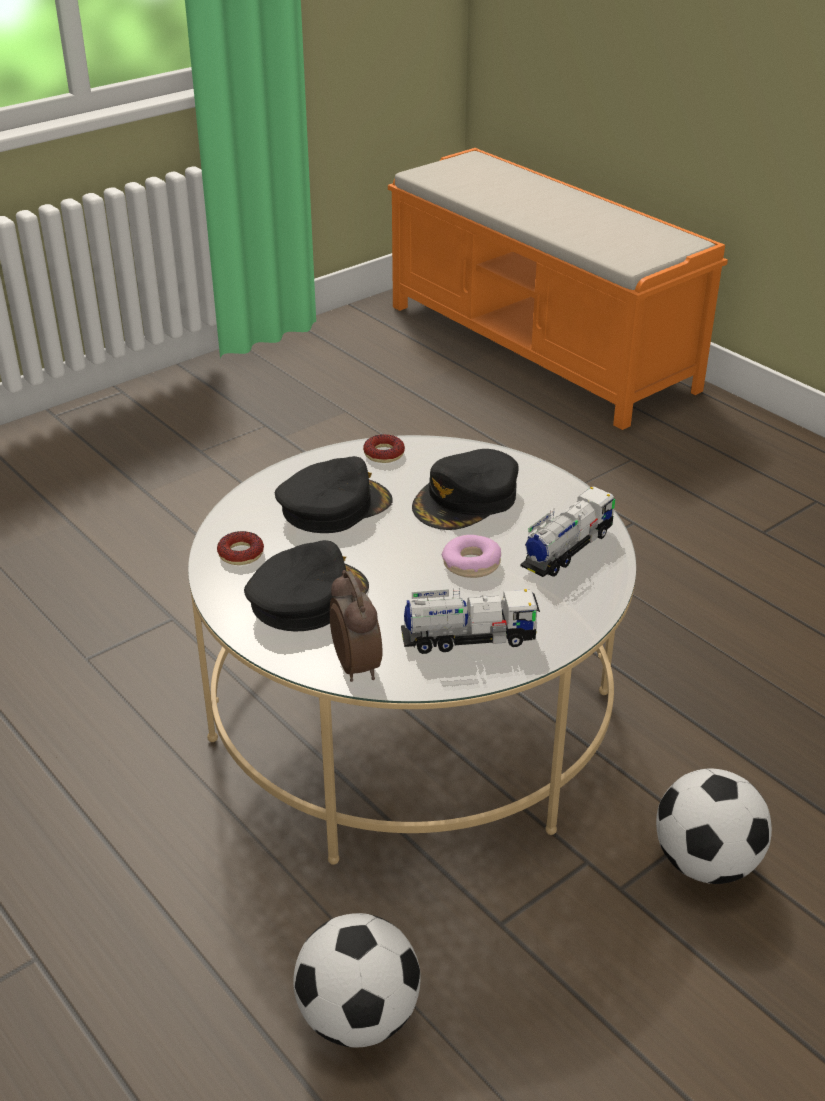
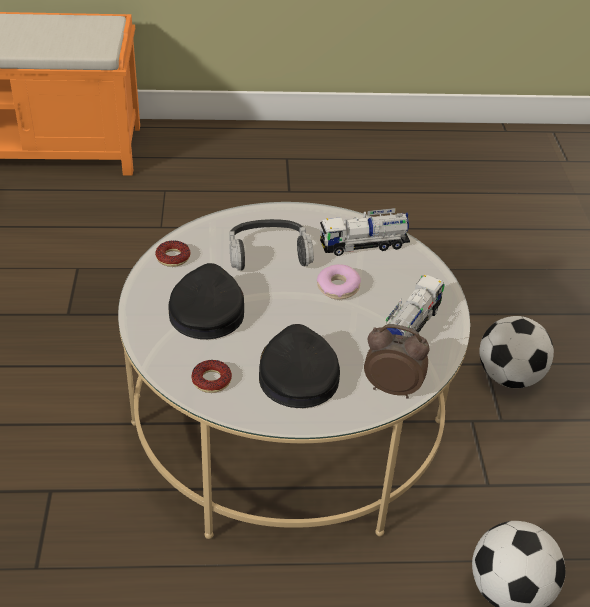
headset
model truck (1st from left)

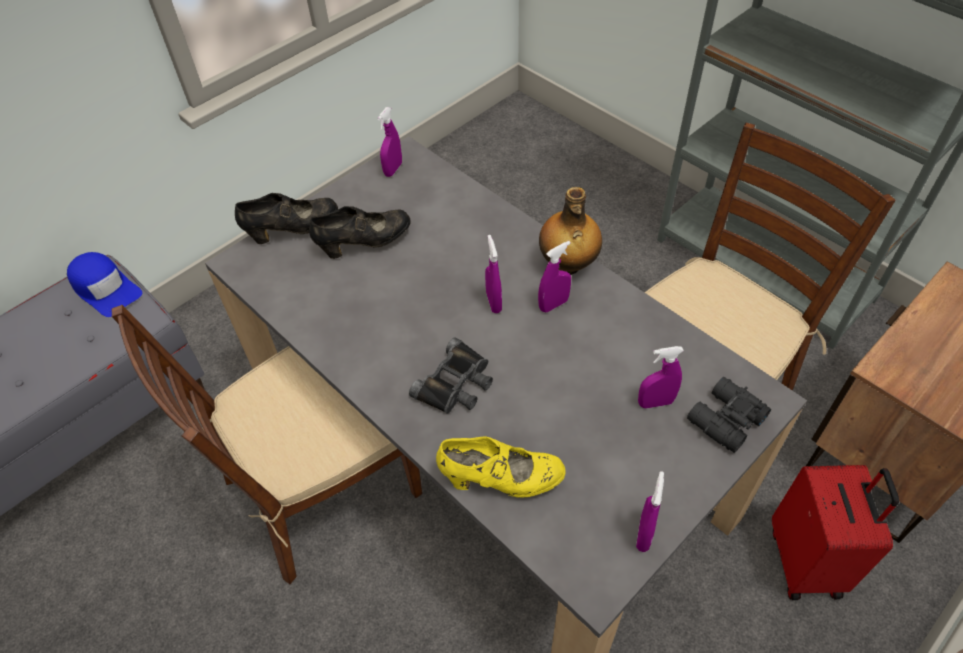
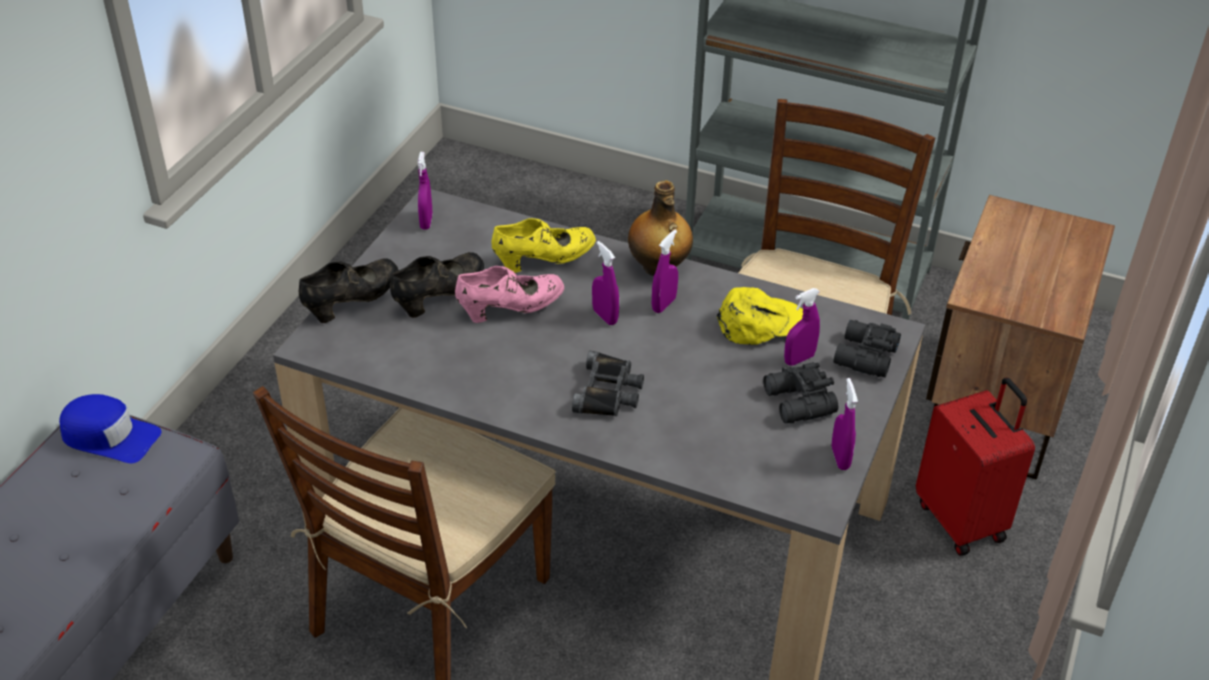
shoe (yellowish)
shoe (pink)
baseball cap (yellowish)
pair of binoculars (blackish) (2nd from left)

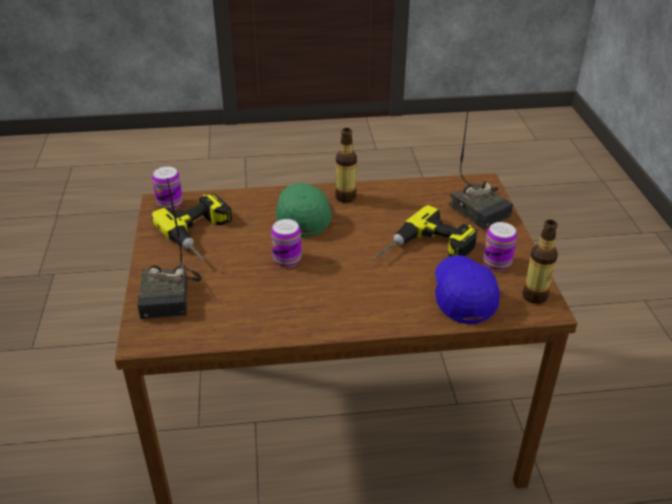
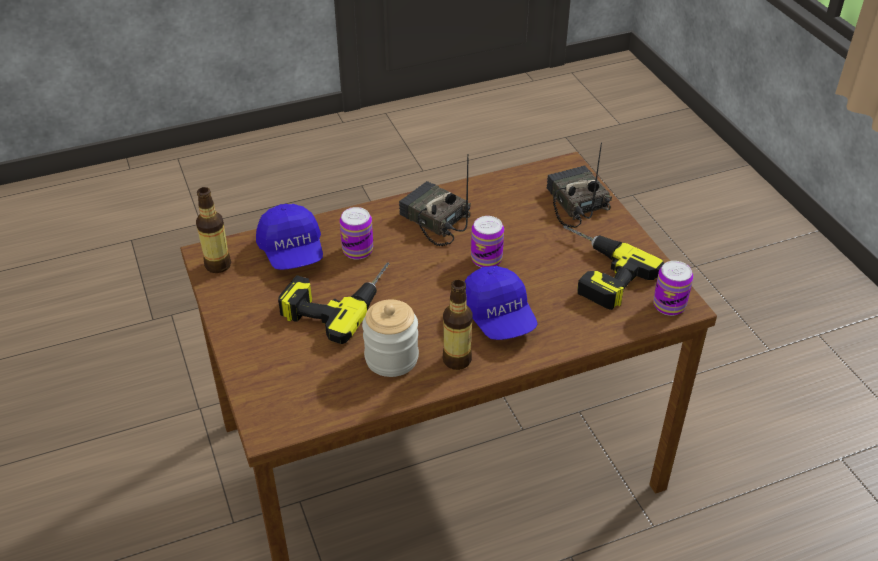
baseball cap (blue-coloured) (2nd from left)
radio set (1st from left)
sealed can (1st from left)
jar

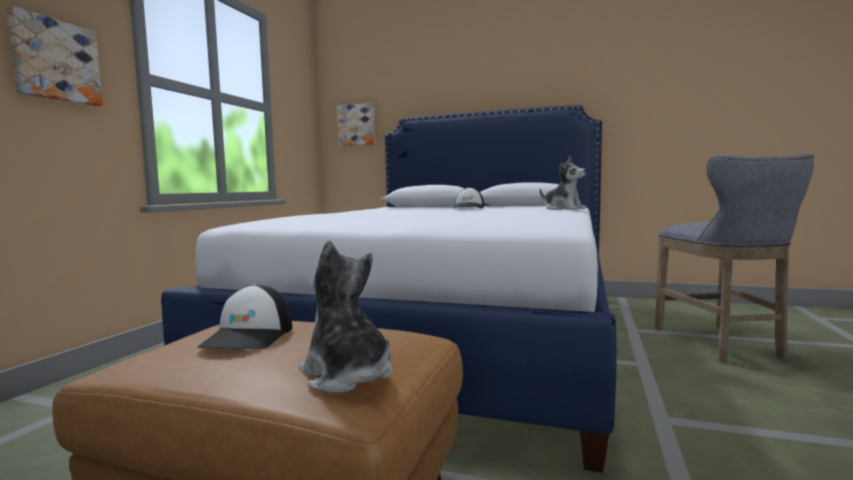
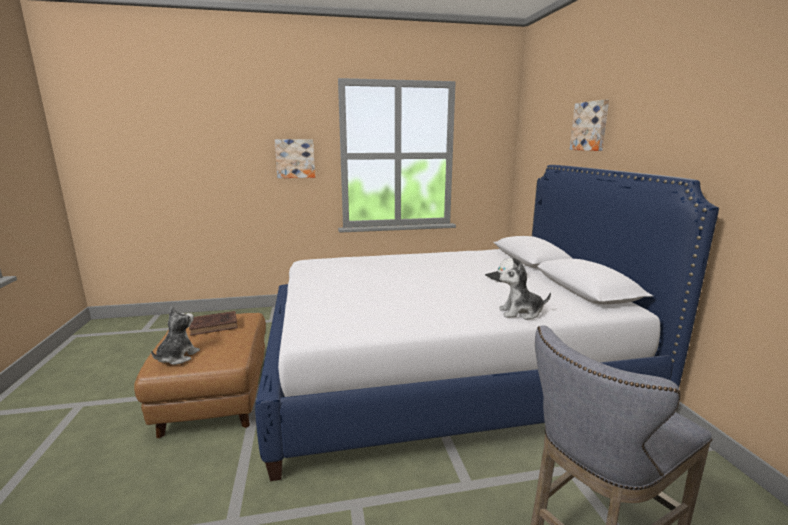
book (brown-coloured)
wall picture (2nd from left)
plush toy (2nd from left)

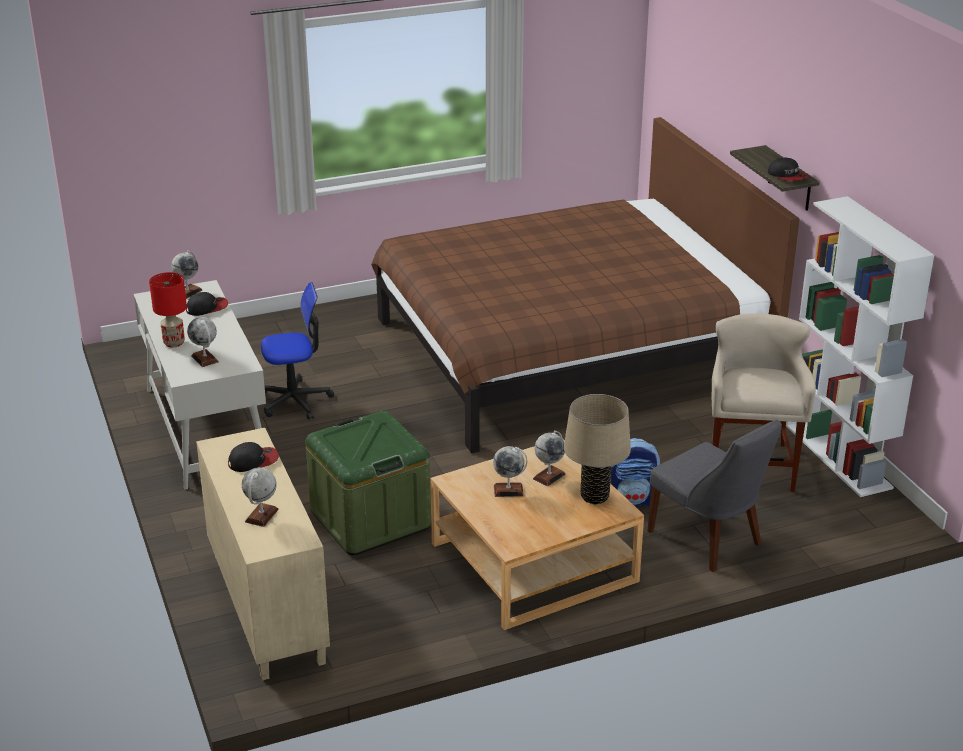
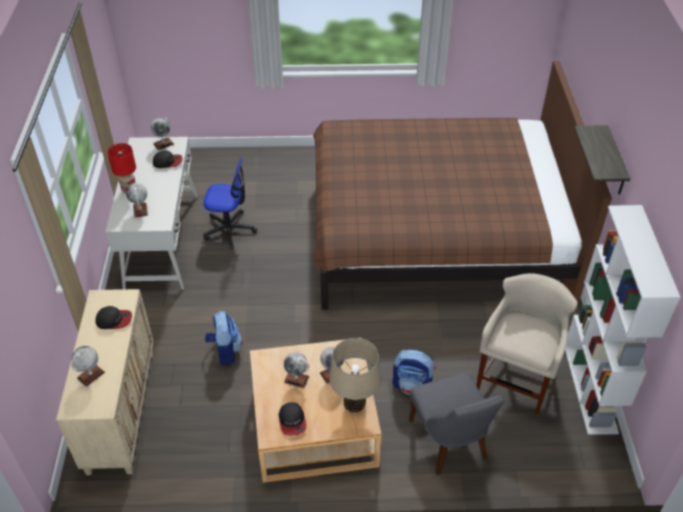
rucksack (1st from left)
baseball cap (3rd from left)

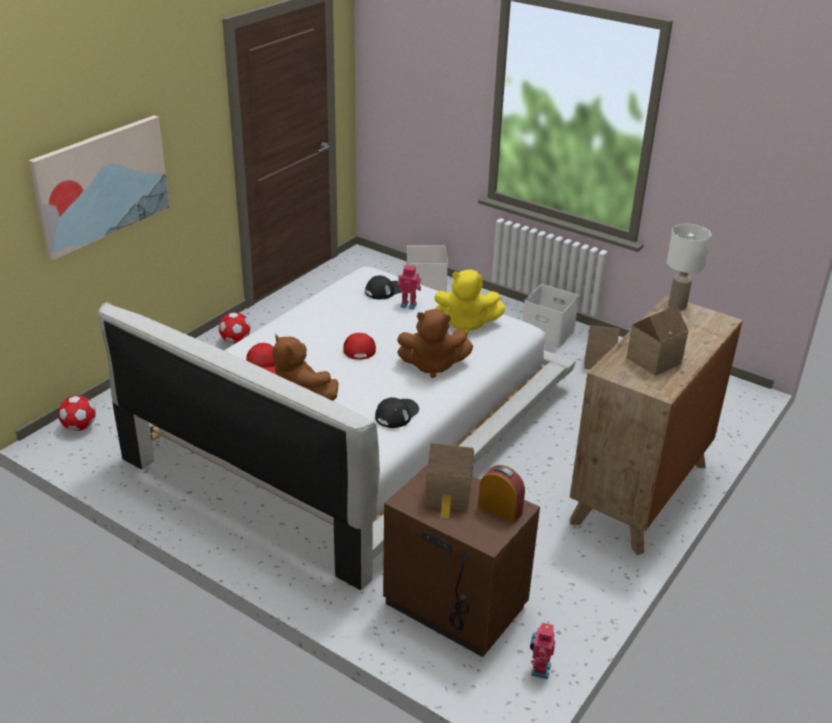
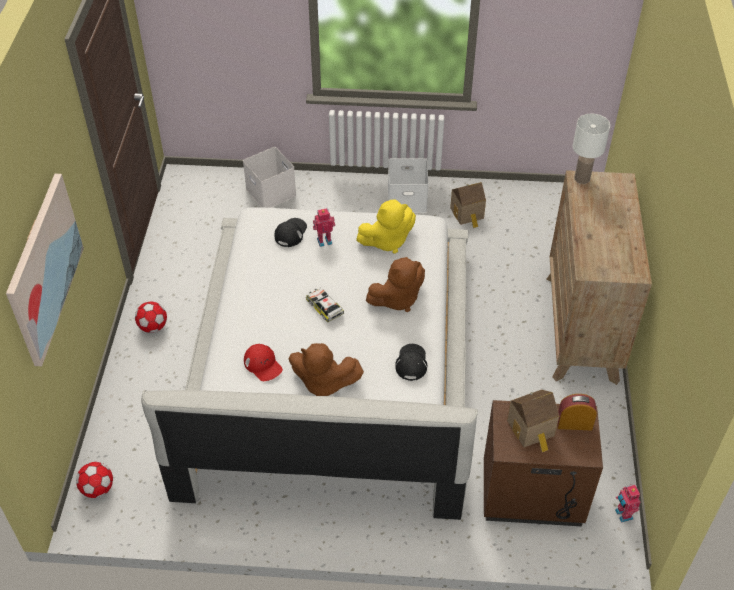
toy car
toy house (3rd from left in the first image)

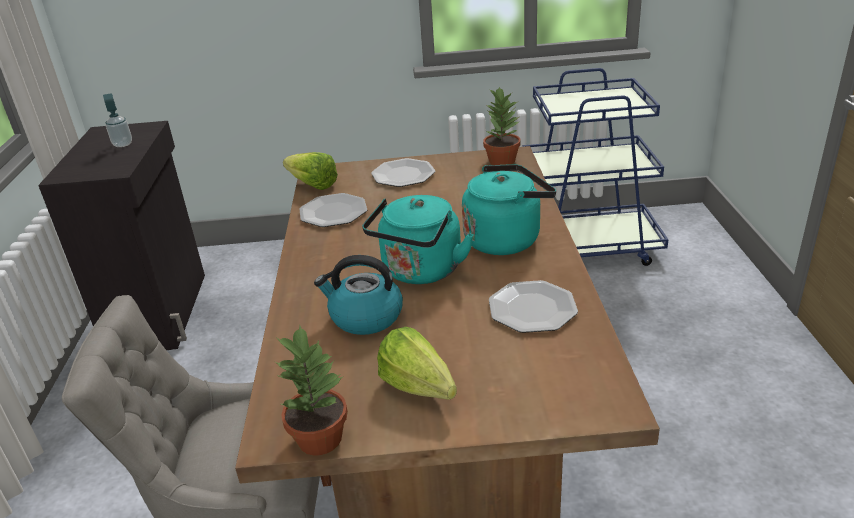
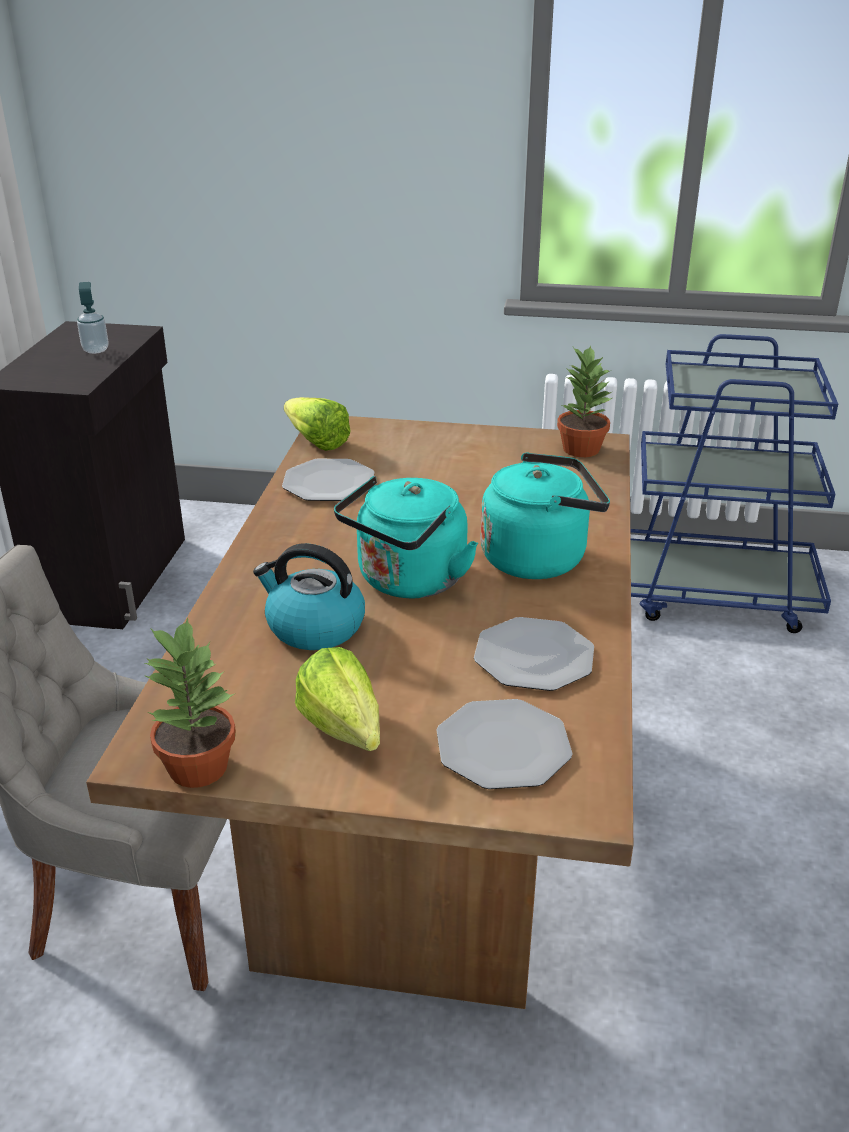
dinner plate (2nd from left)

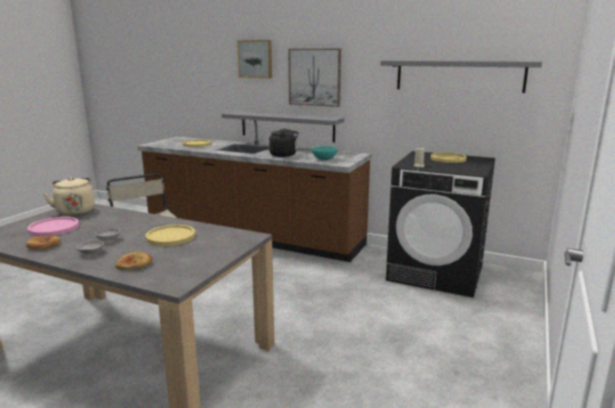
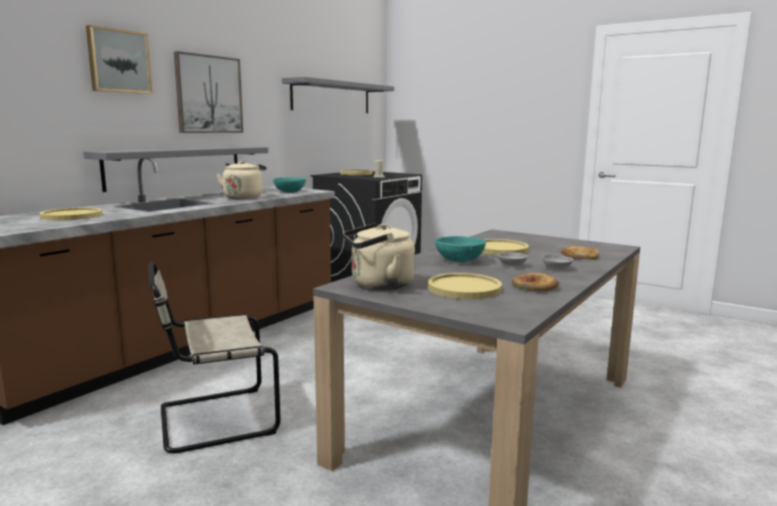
dinner plate (yellowish) (3rd from left)
tea kettle (sand-coloured) (1st from left)
bowl (turquoise) (2nd from left)

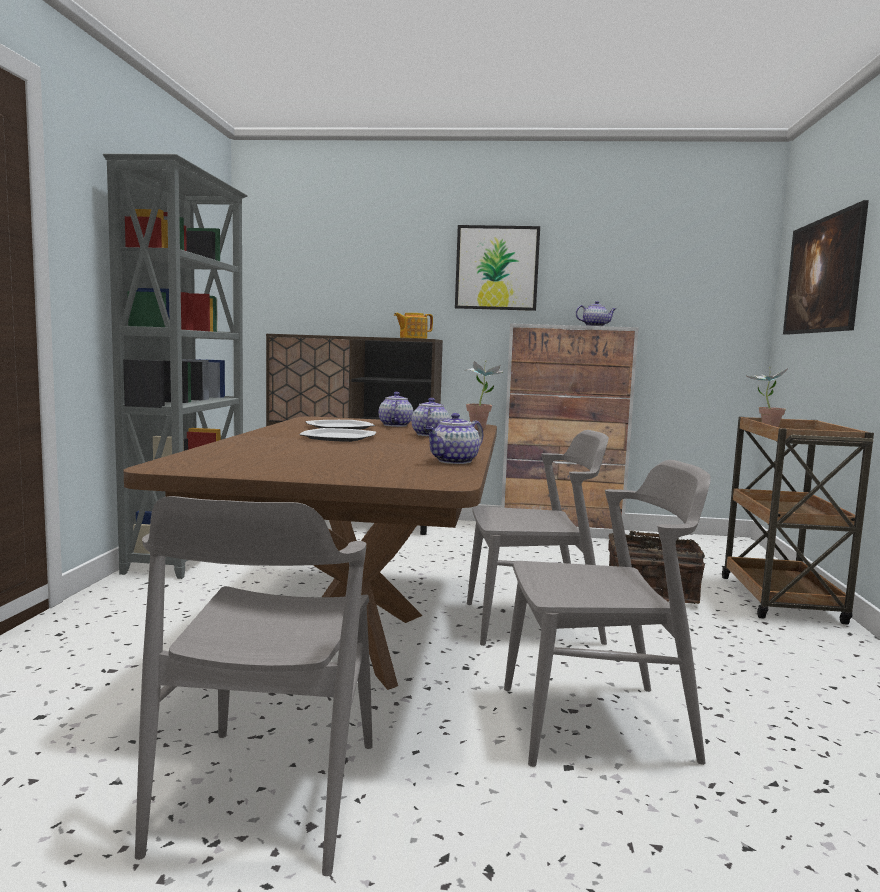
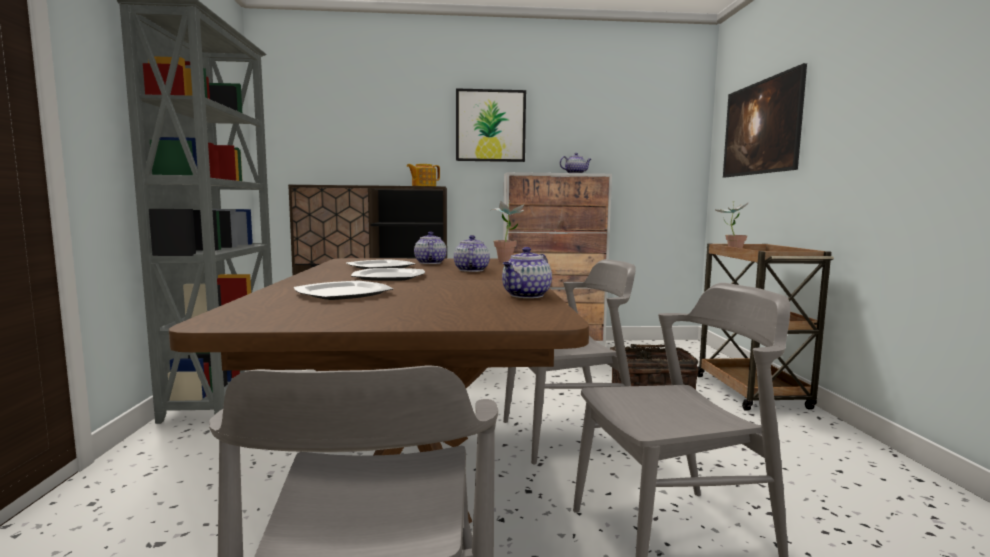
dinner plate (1st from left)

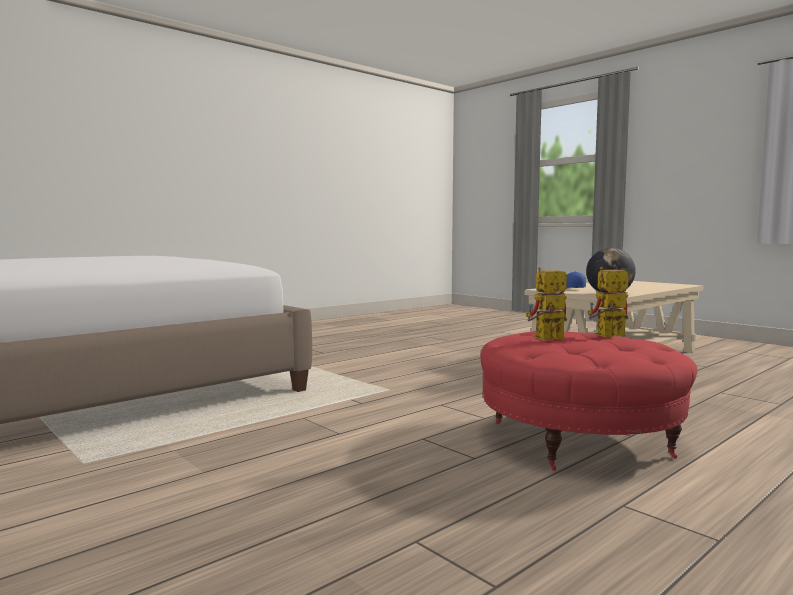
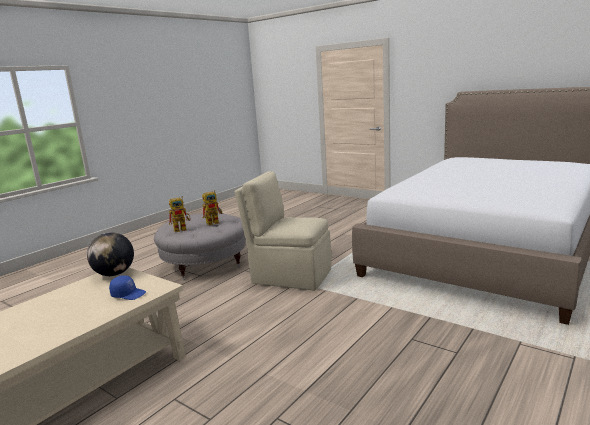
pouffe (grey)
chair (sand-coloured)

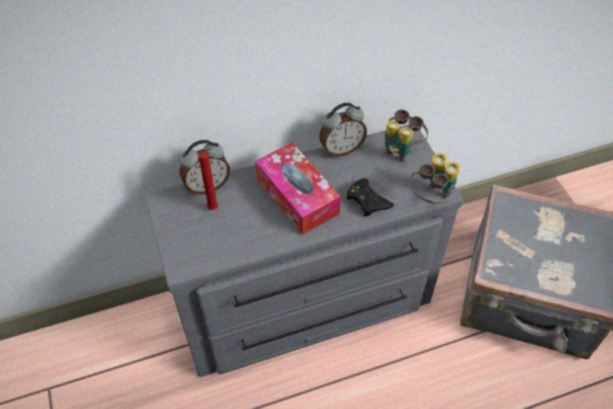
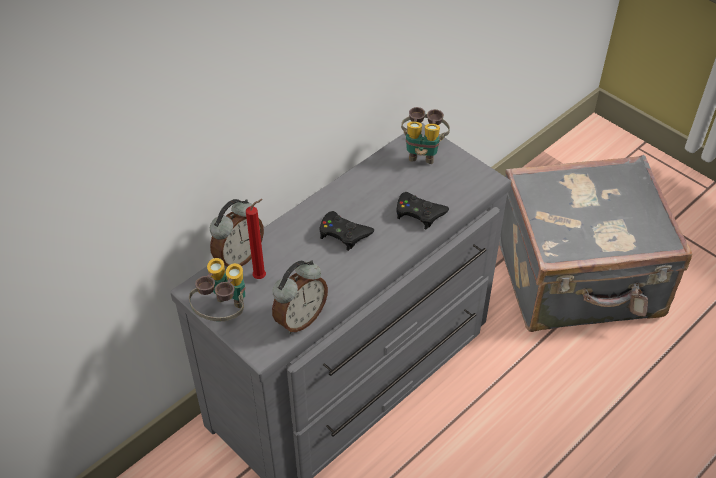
gamepad (blackish) (1st from left)
bedside clock (2nd from left)
pair of binoculars (1st from left)

